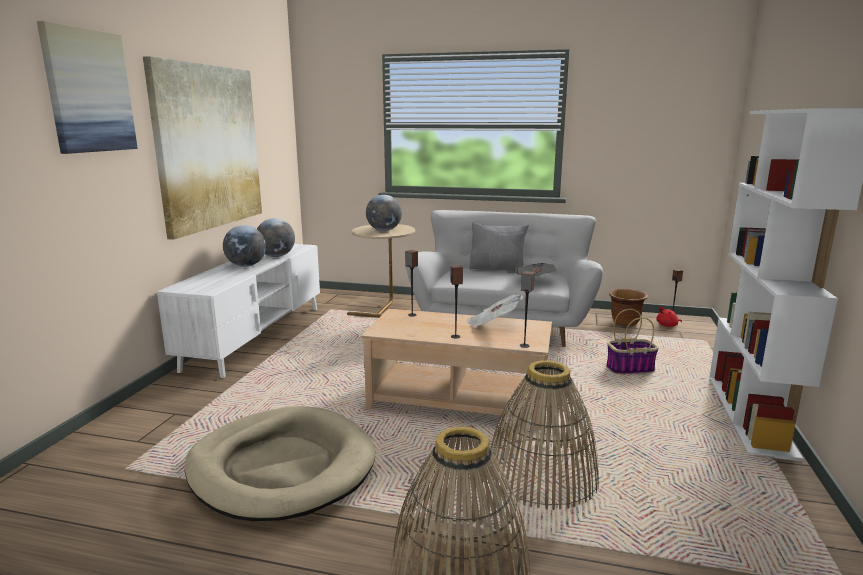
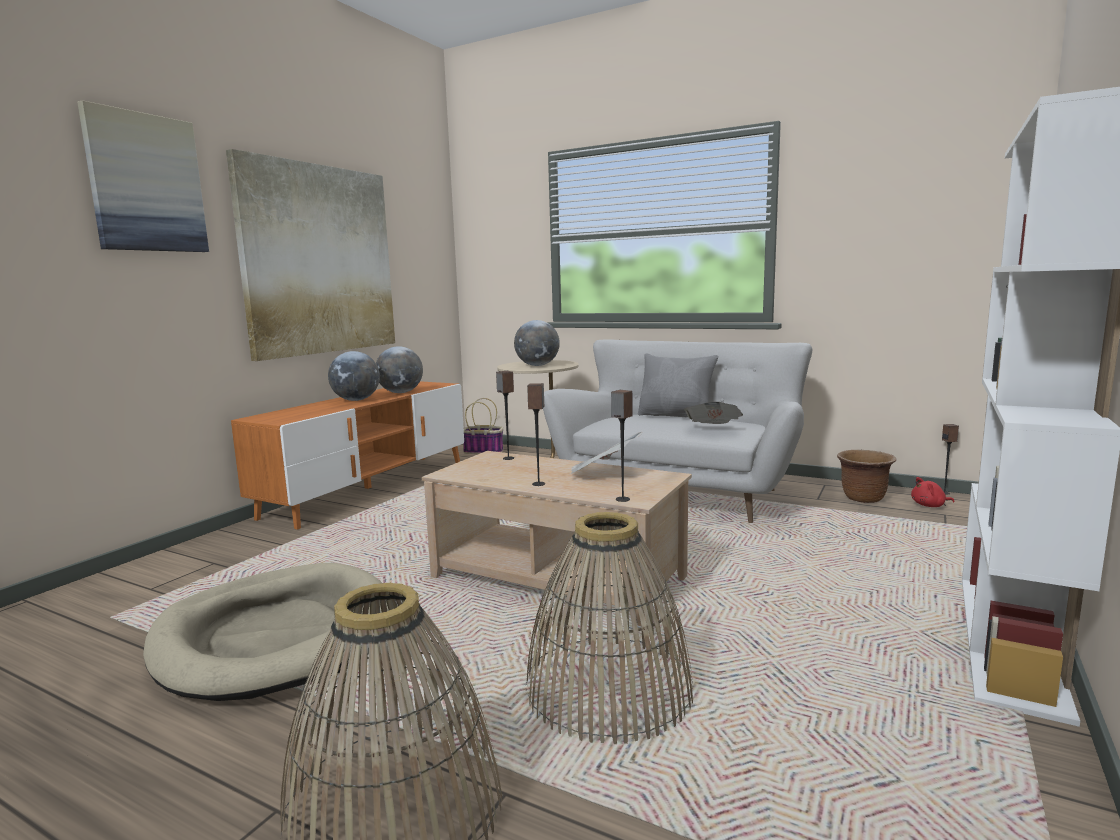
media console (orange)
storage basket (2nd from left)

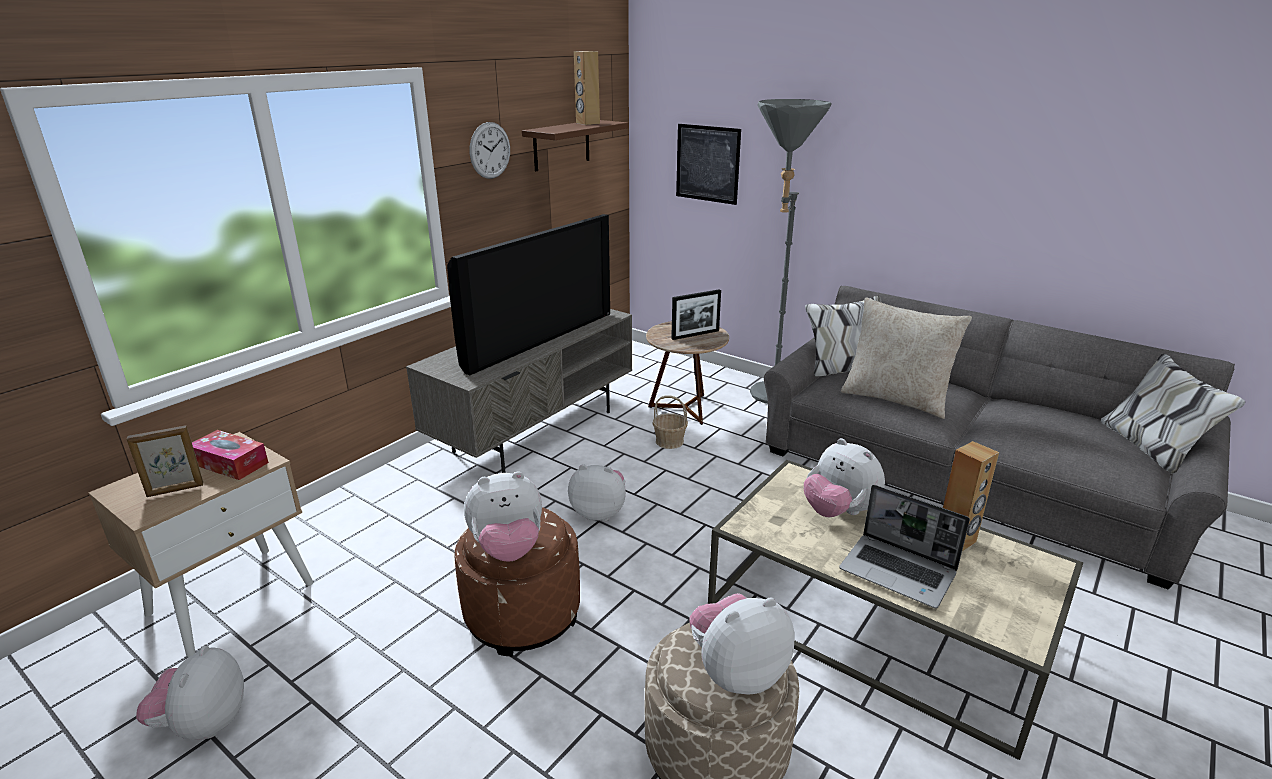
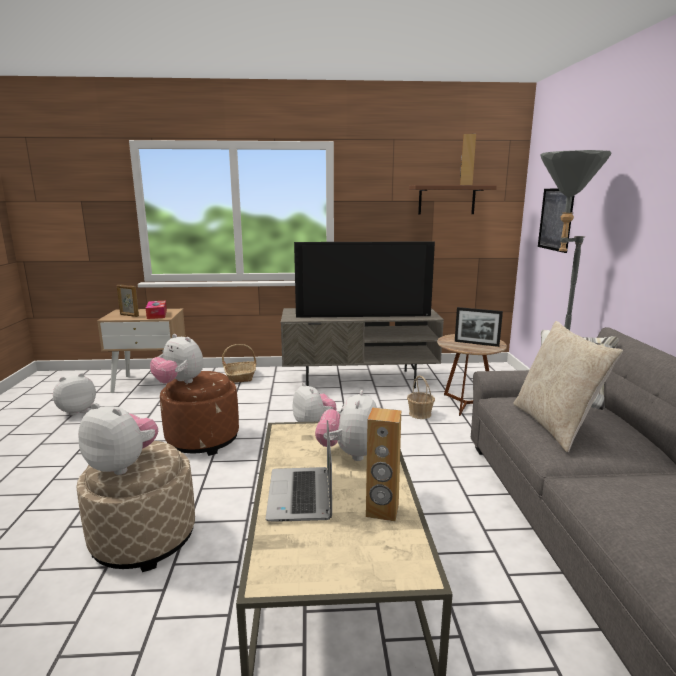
clock on the wall
storage basket (1st from left)

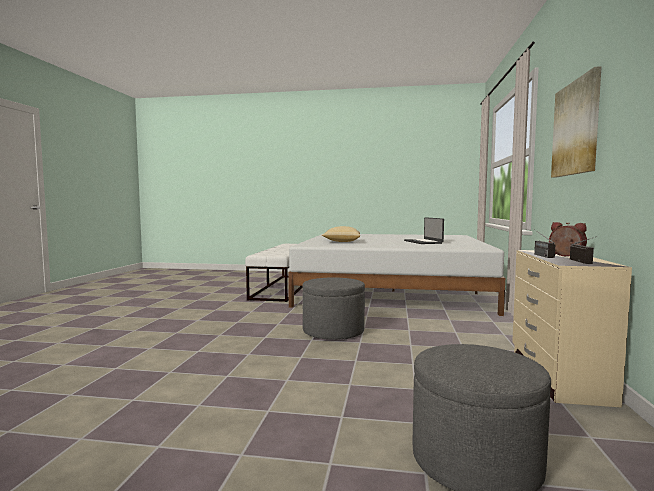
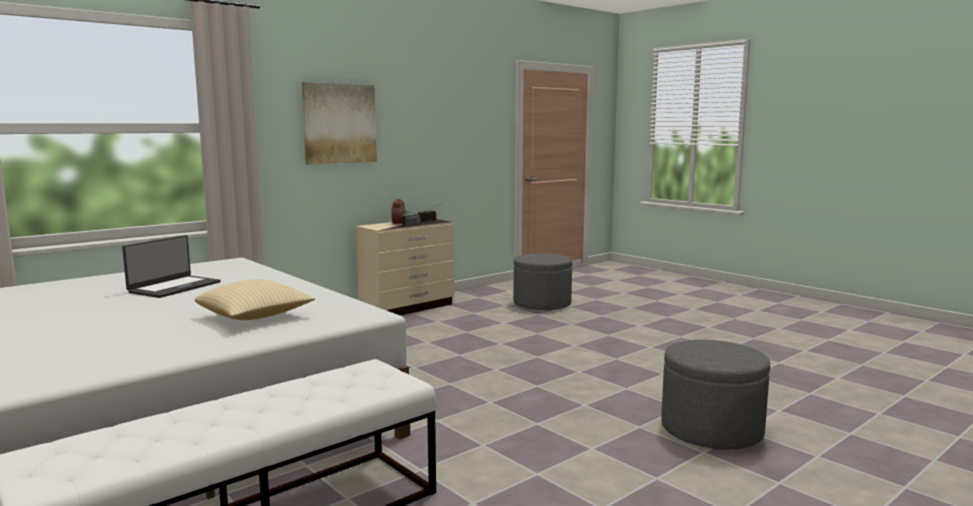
pouffe (grey) (2nd from left)

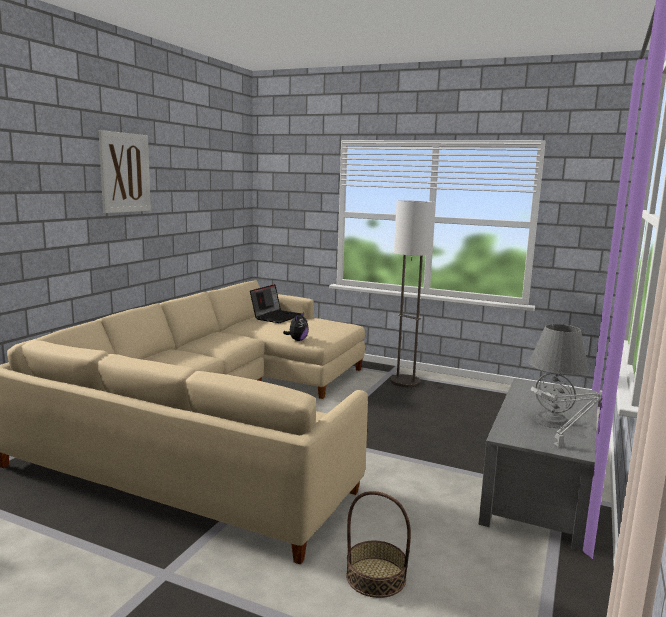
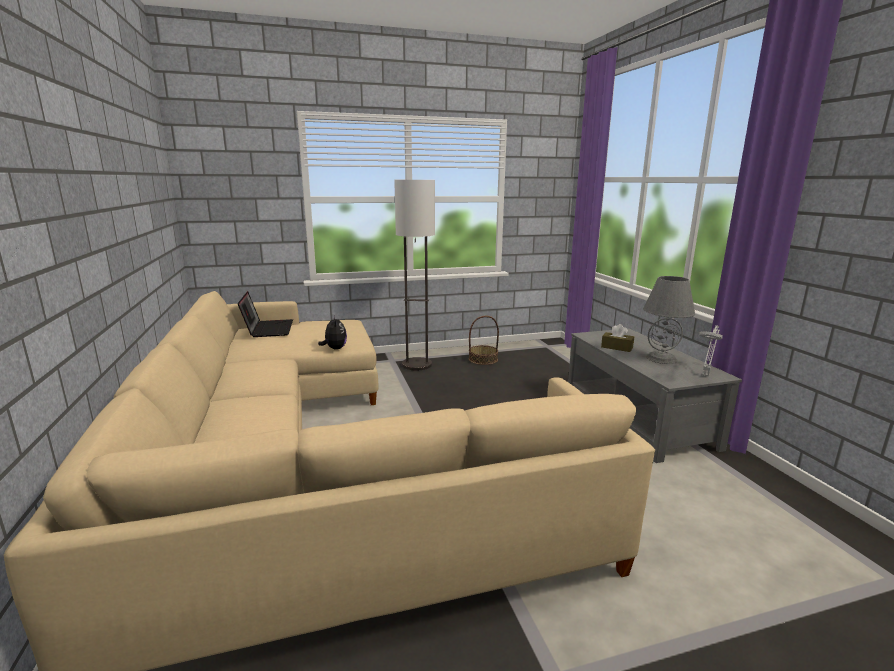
wall picture
storage basket
tissue box (brown-coloured)

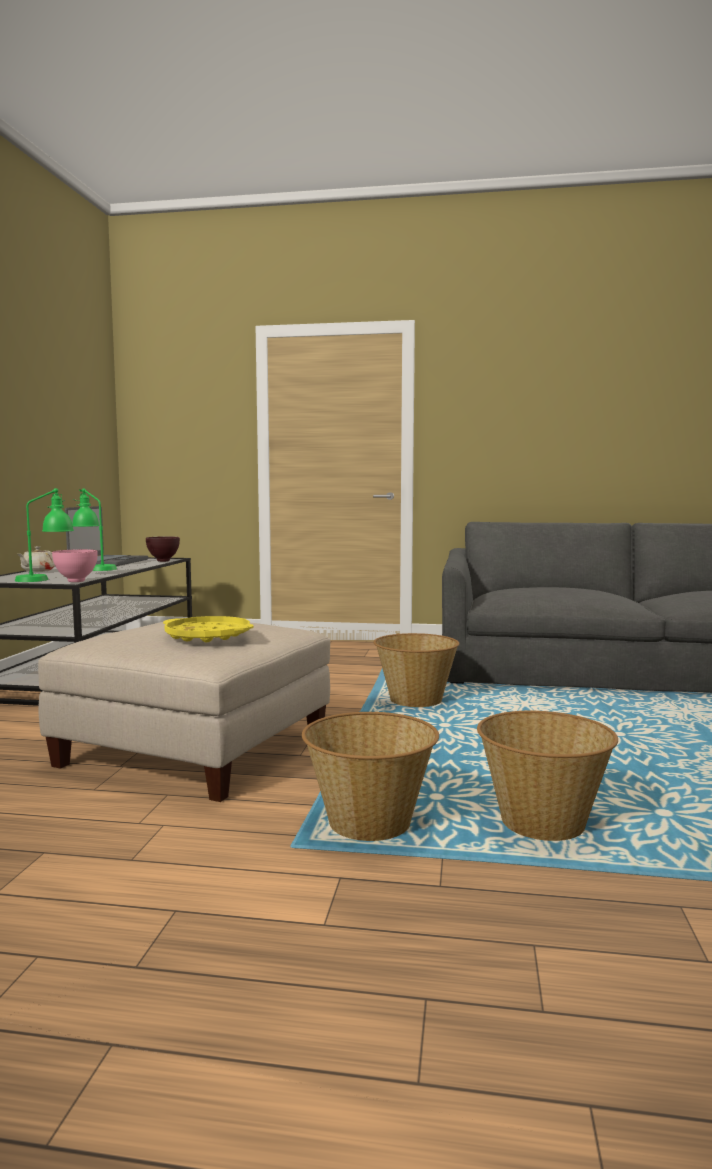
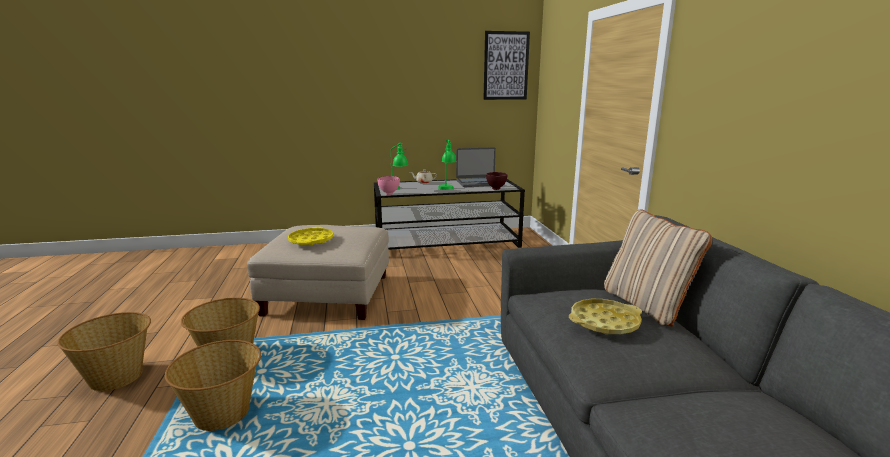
storage basket (1st from left)
wall picture
tray (yellowish) (2nd from left)
cushion (sand-coloured)

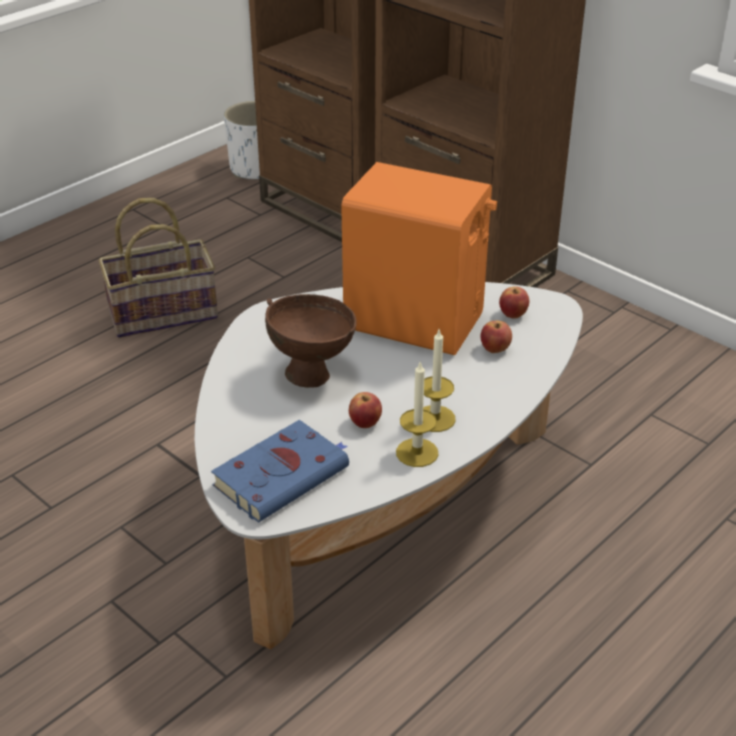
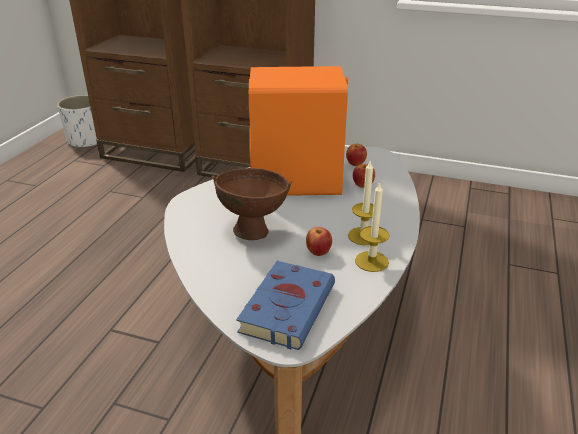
storage basket

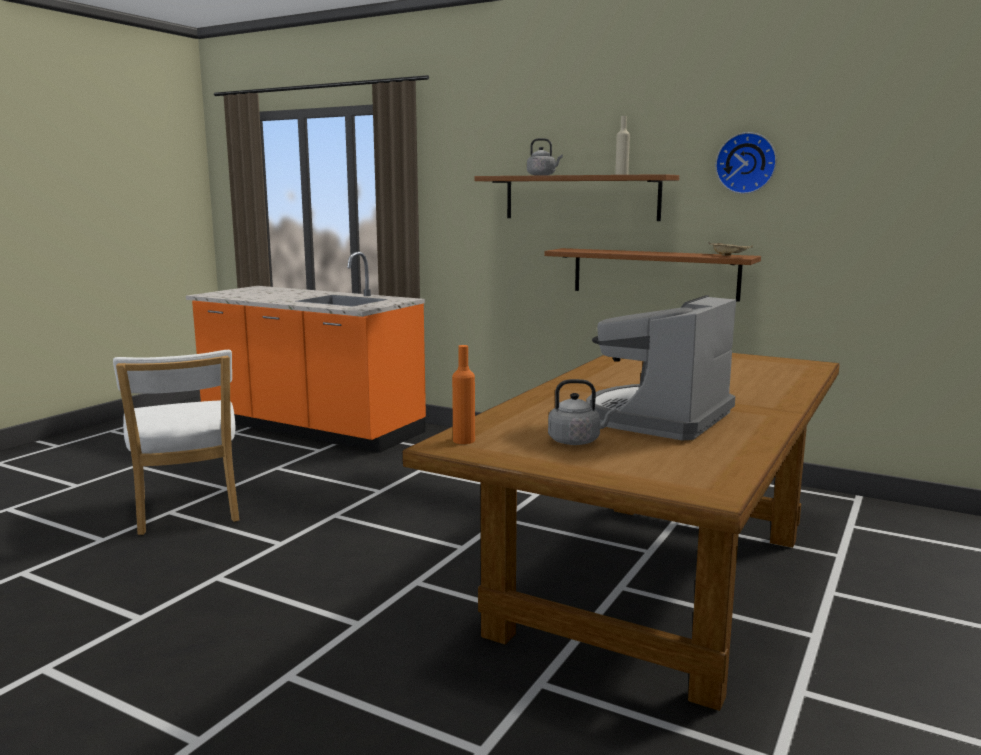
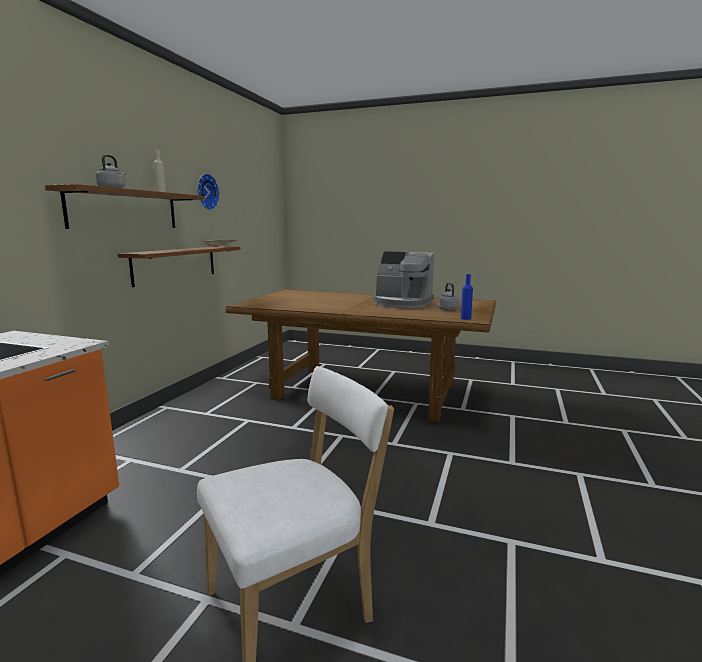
drink bottle (blue-coloured)

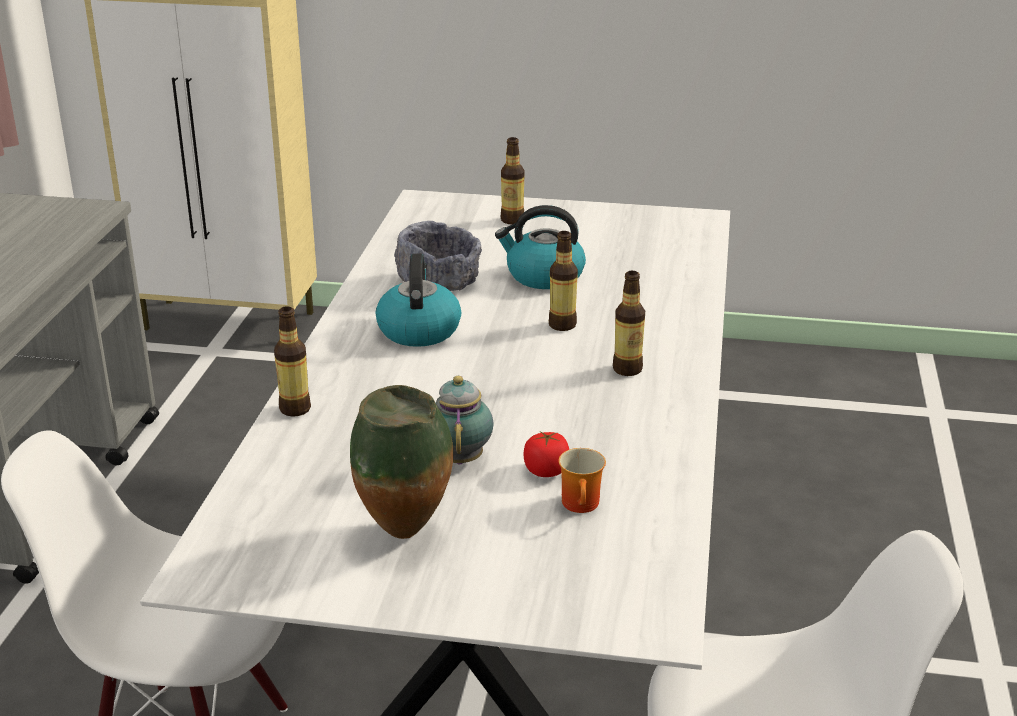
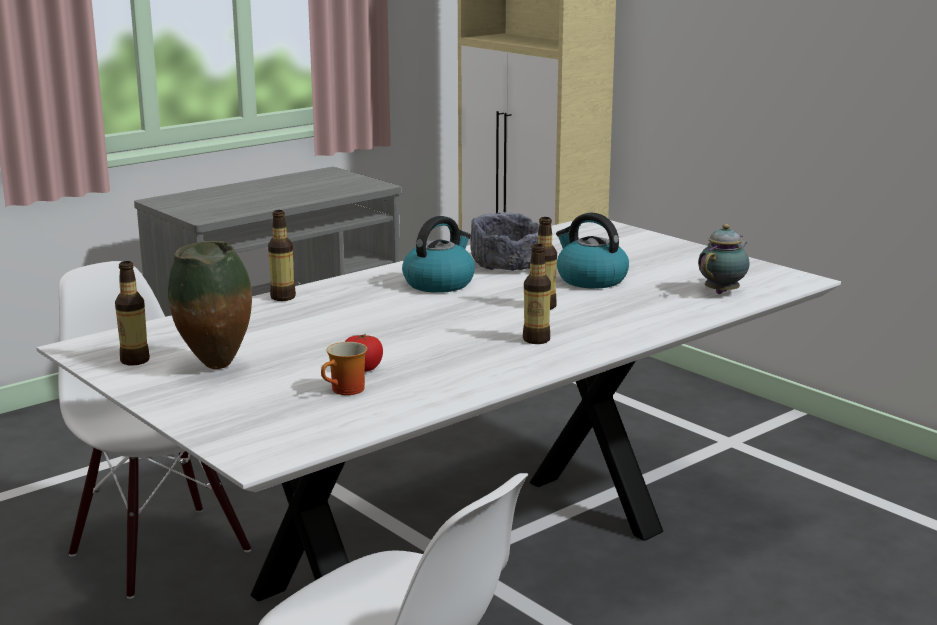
teapot
drink bottle (1st from left)

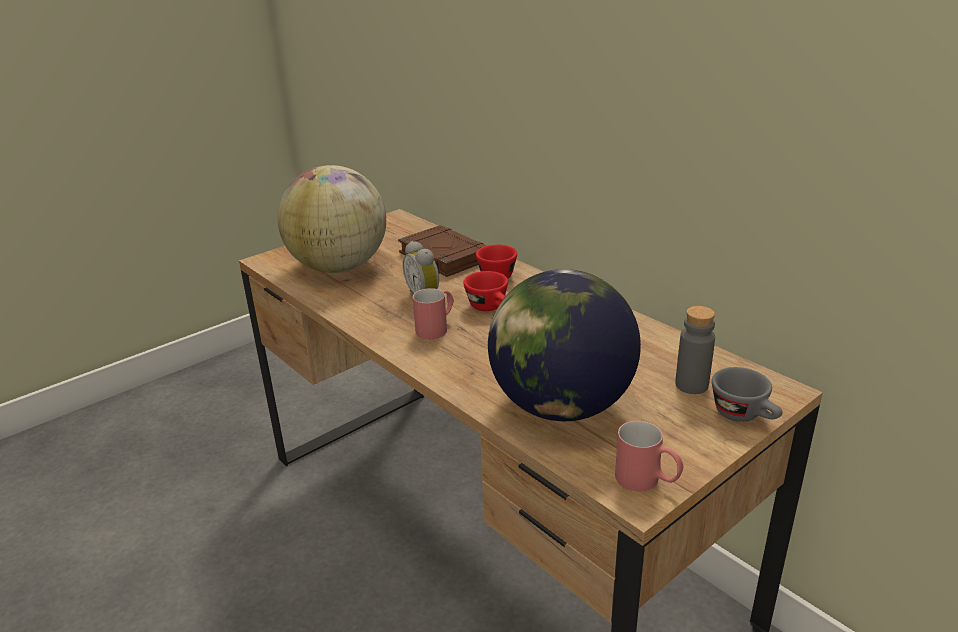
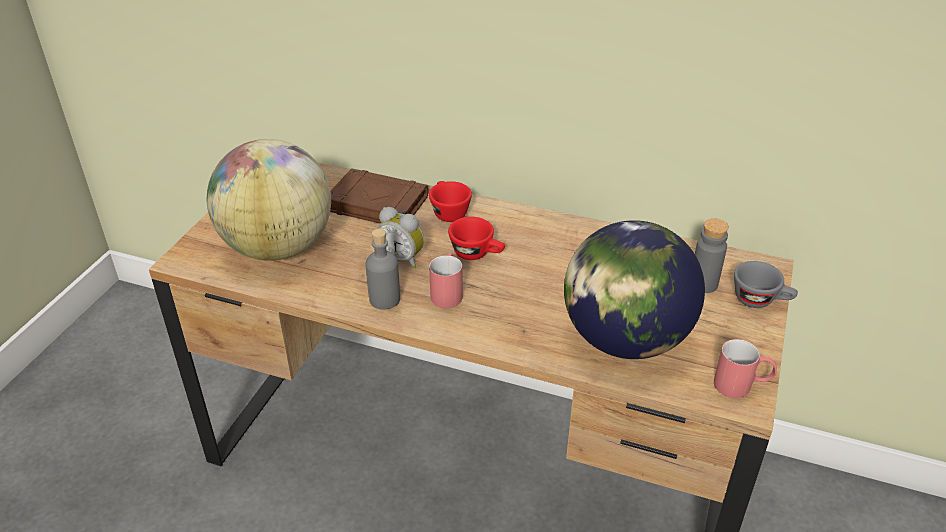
drink bottle (grey) (1st from left)

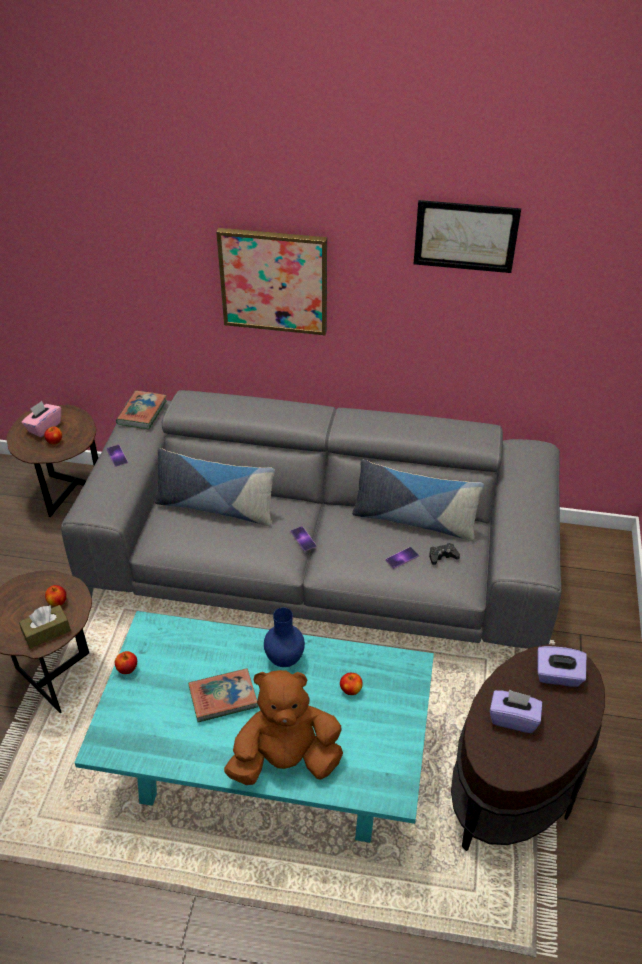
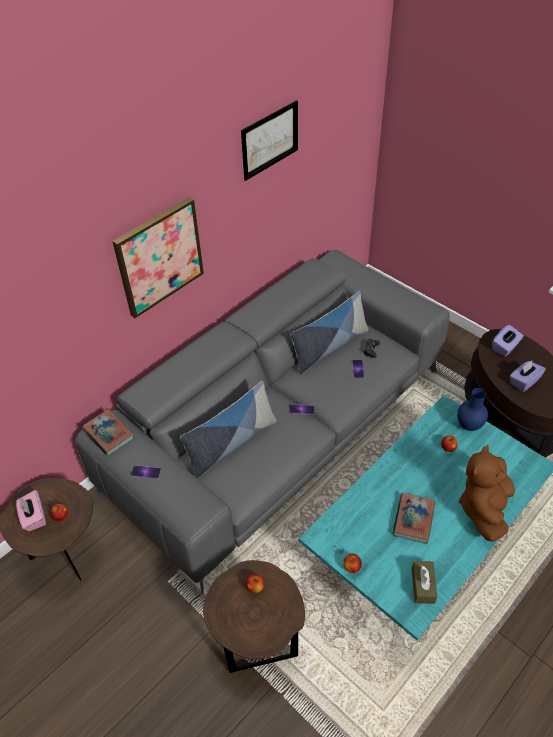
tissue box (brown-coloured)
vase (blue-coloured)

